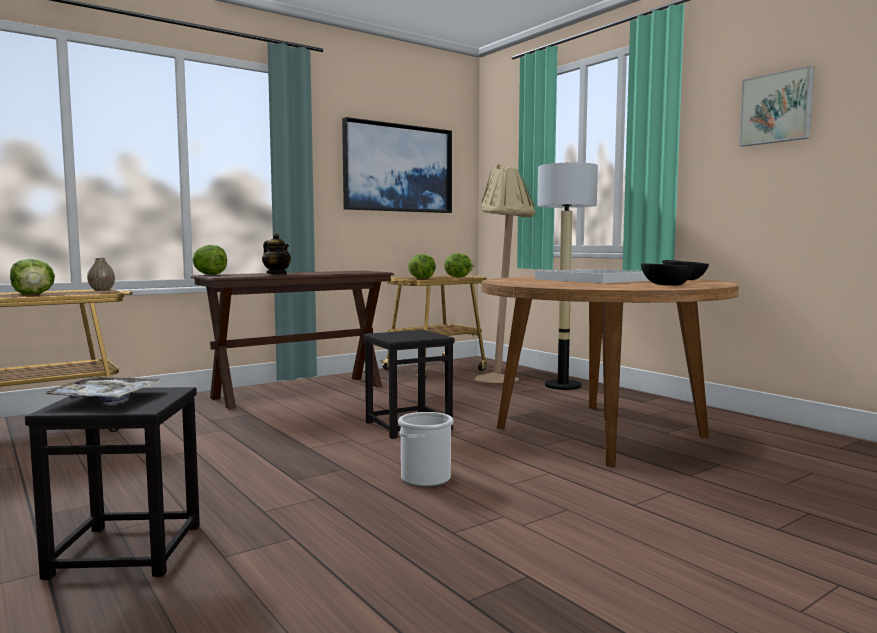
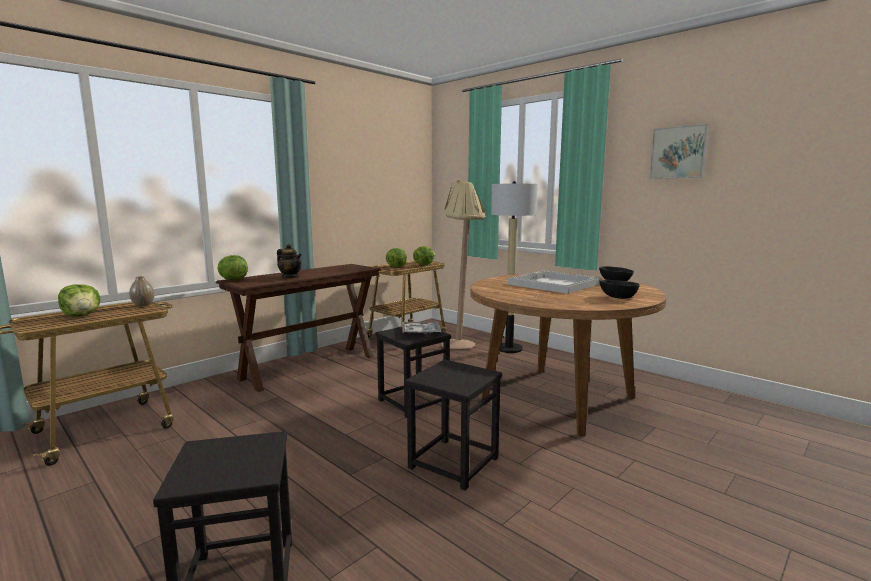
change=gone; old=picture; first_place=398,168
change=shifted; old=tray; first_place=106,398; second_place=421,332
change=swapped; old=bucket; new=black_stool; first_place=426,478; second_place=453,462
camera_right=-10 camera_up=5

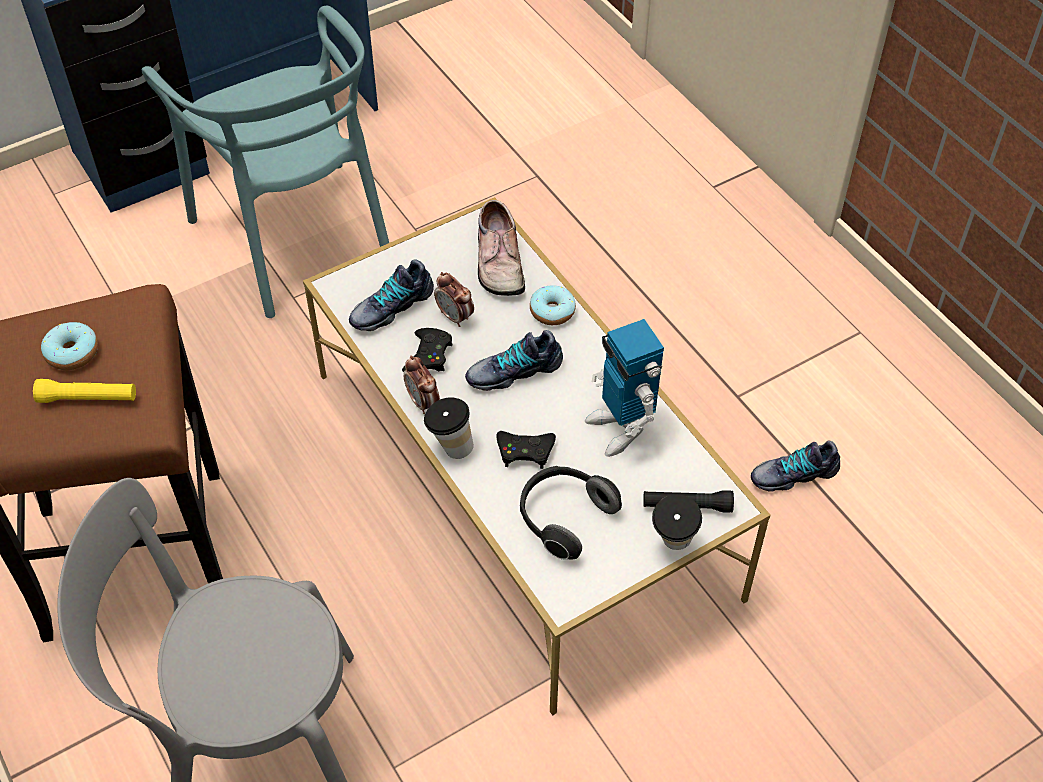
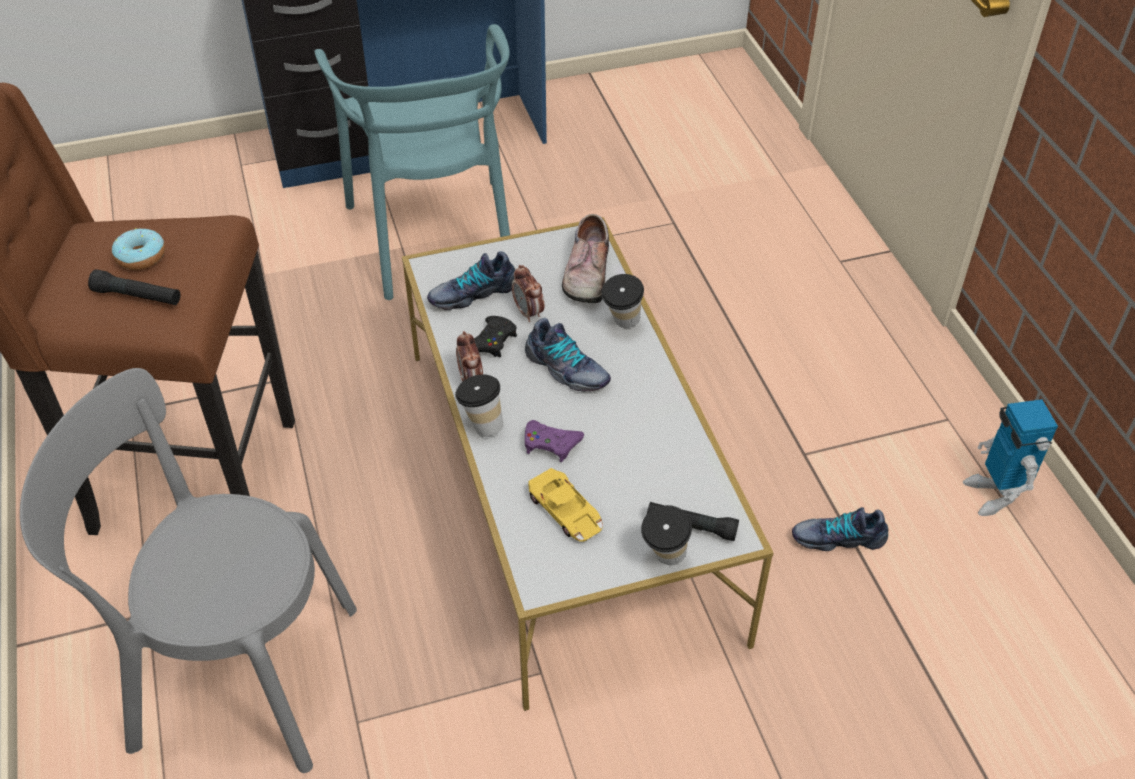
change=swapped; old=donut; new=cup; first_place=552,311; second_place=622,325
change=shifted; old=toy_robot; first_place=620,428; second_place=994,495
change=rotated; old=shoe; first_place=513,370; second_place=566,370; degrees=-135
change=repainted; old=yellow_flashlight; new=black_flashlight; first_place=88,398; second_place=138,297
change=repainted; old=black_game_controller; new=purple_game_controller; first_place=525,451; second_place=551,443
change=swapped; old=headphones; new=yellow_toy_car; first_place=564,518; second_place=566,511
camera_right=15 camera_up=-5

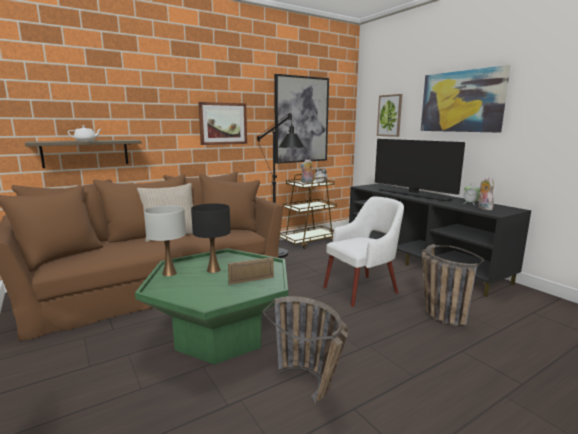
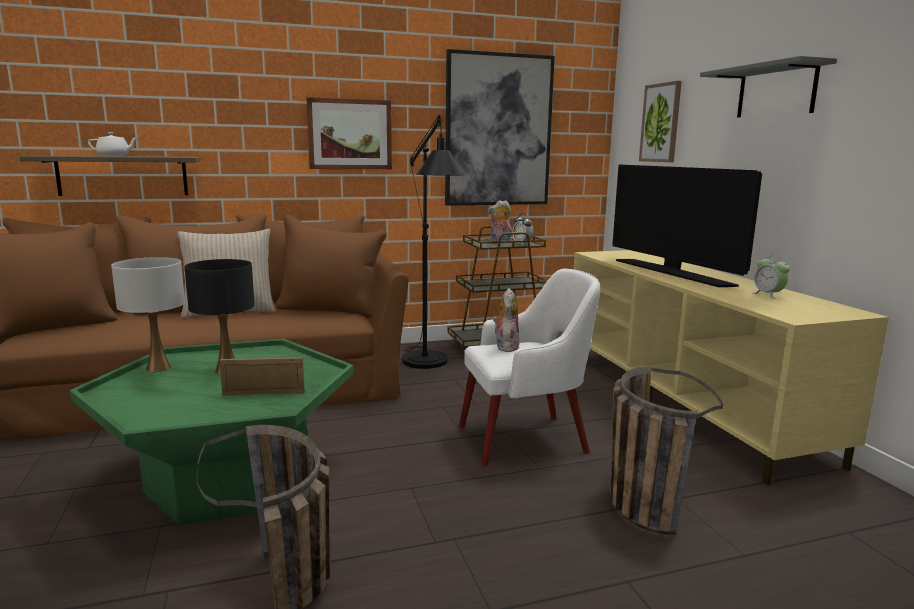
change=swapped; old=picture; new=grey_shelf; first_place=461,101; second_place=776,91
change=shifted; old=plush_toy; first_place=483,208; second_place=505,347
change=repainted; old=black_tv_stand; new=beige_tv_stand; first_place=421,261; second_place=682,401
camera_right=15 camera_up=0

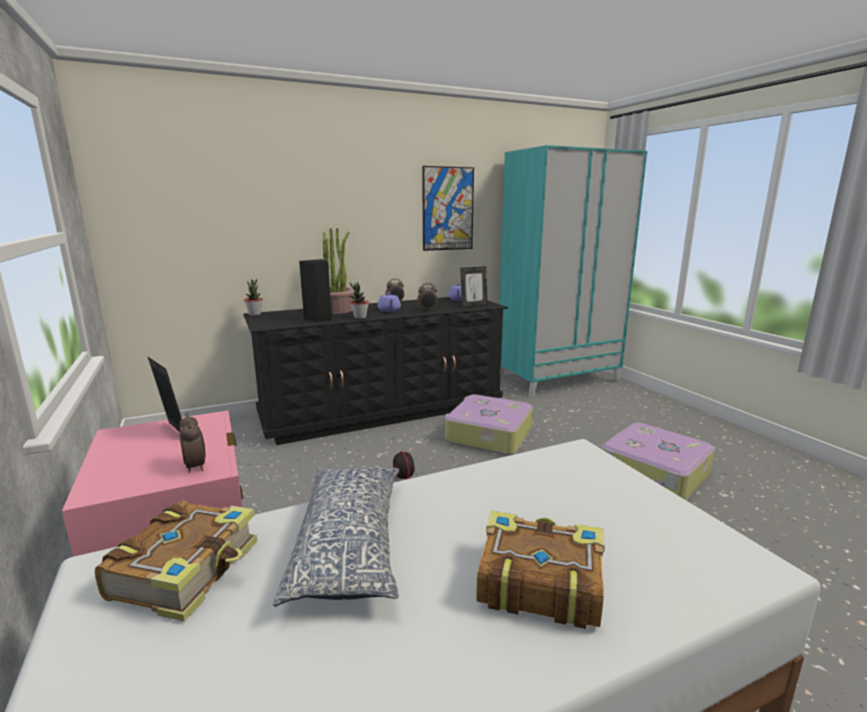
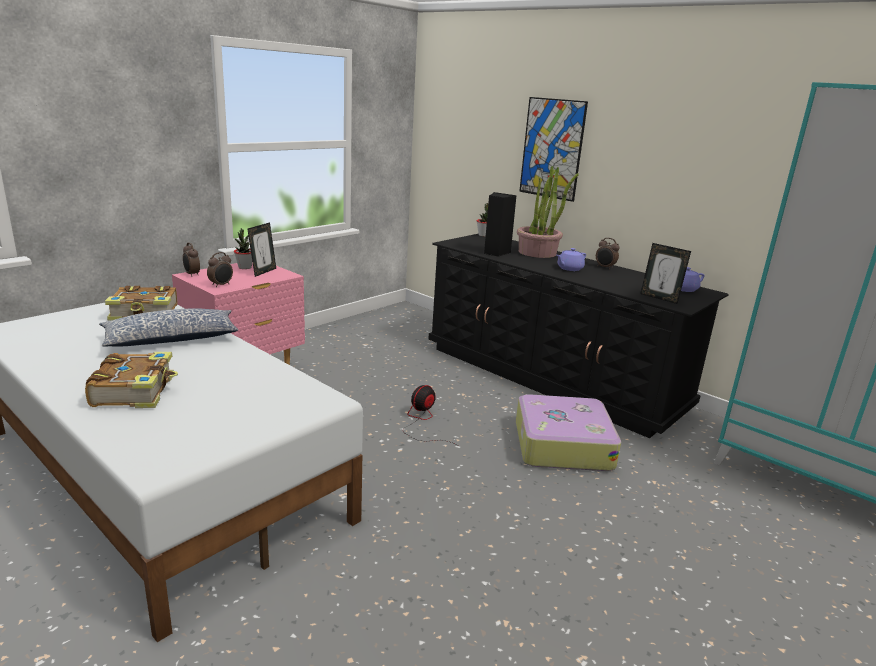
change=shifted; old=picture; first_place=448,209; second_place=552,149
change=shifted; old=potted_plant; first_place=360,317; second_place=245,267
change=shifted; old=alarm_clock; first_place=427,310; second_place=192,274
change=gone; old=suitcase; first_place=654,474
camera_right=65 camera_up=5

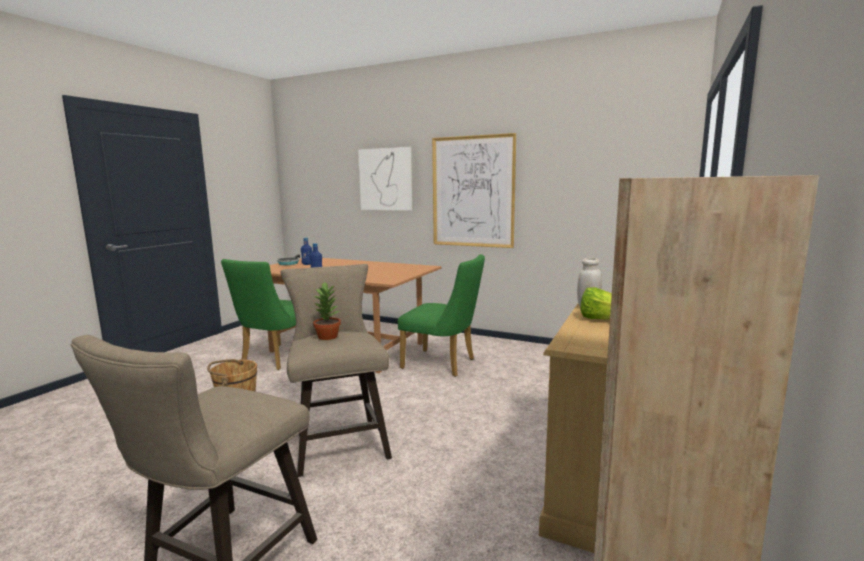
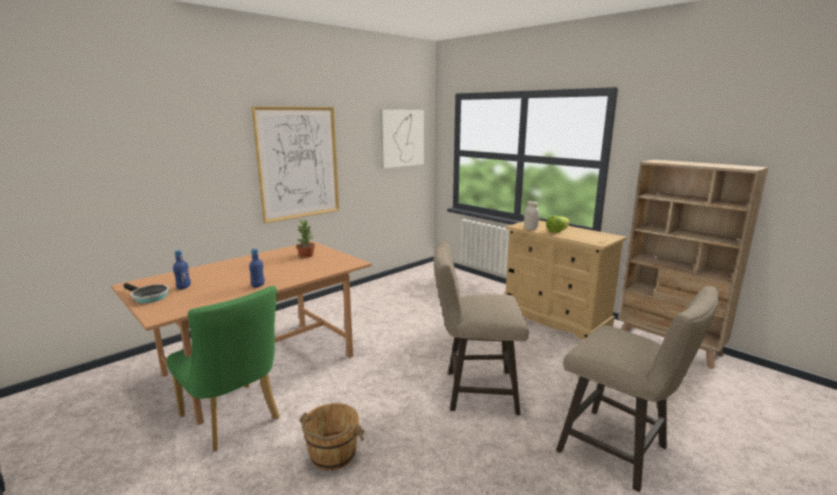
change=shifted; old=picture; first_place=386,179; second_place=402,138
change=gone; old=green_chair; first_place=443,364
change=shifted; old=potted_plant; first_place=328,336; second_place=306,255
camera_right=-70 camera_up=5

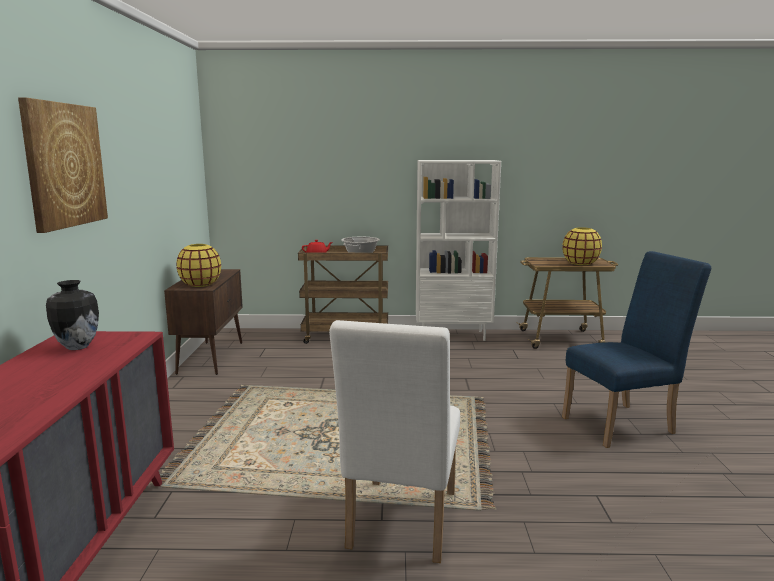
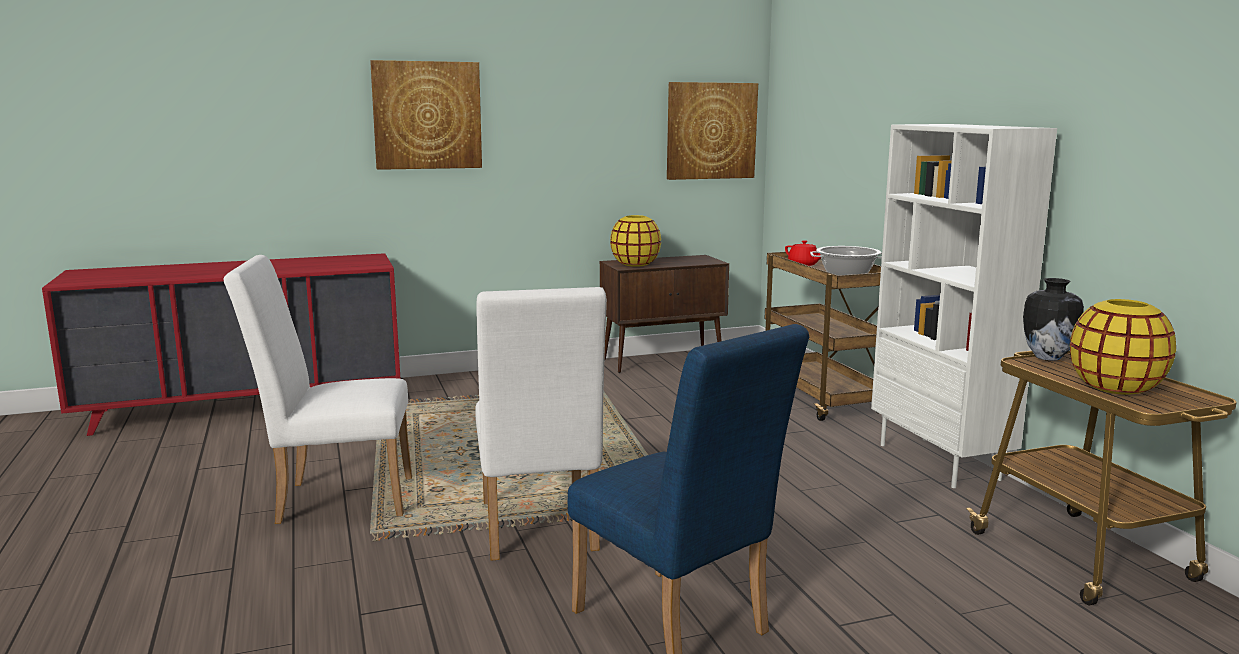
change=shifted; old=vase; first_place=77,347; second_place=1047,357
change=new; new=picture; second_place=711,131
change=new; new=white_chair; second_place=538,531
camera_right=70 camera_up=0

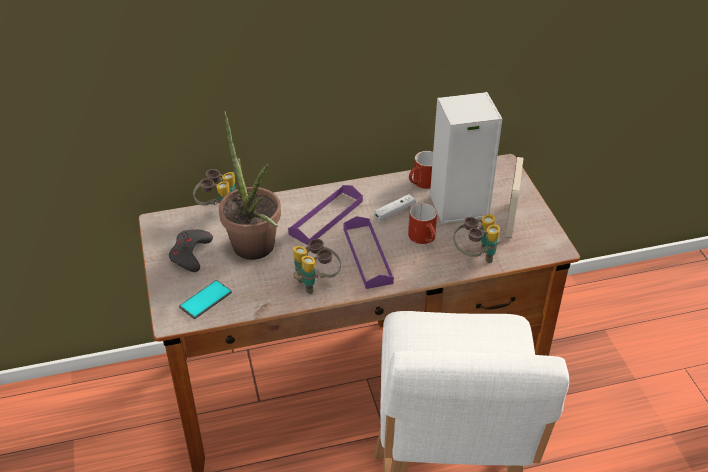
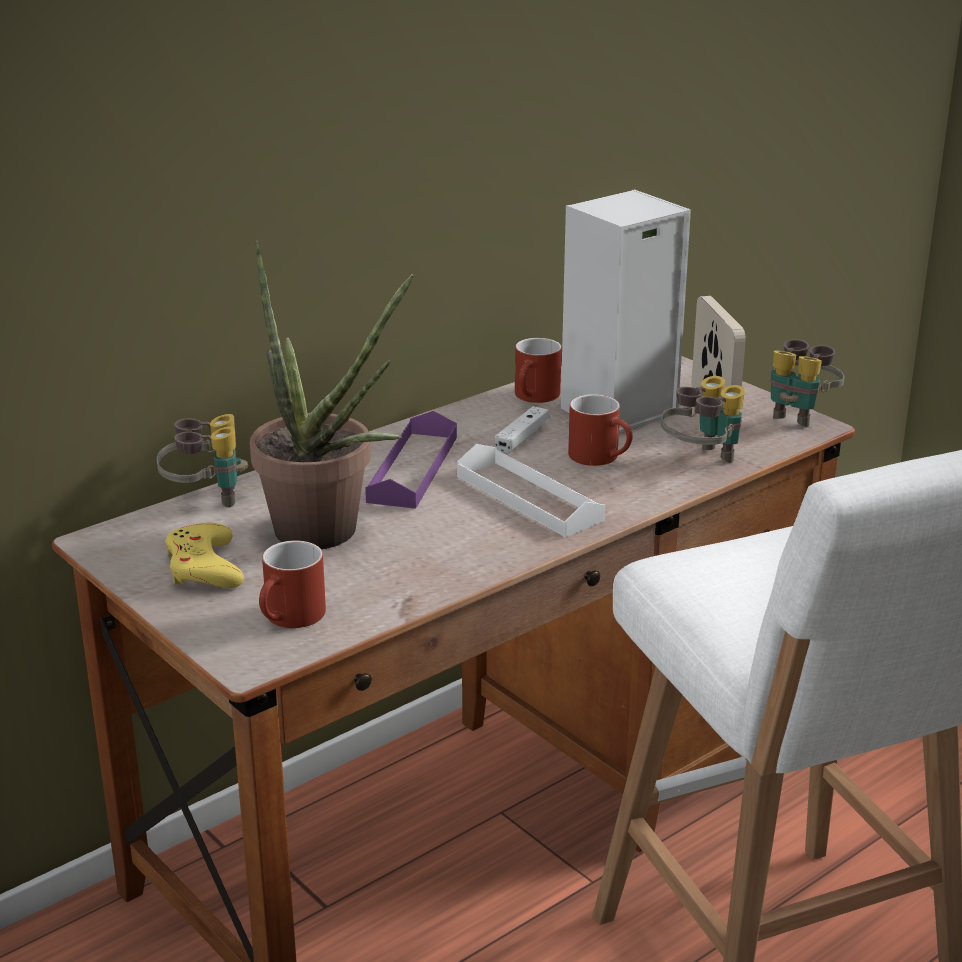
change=repainted; old=purple_tray; new=white_tray; first_place=367,255; second_place=528,498
change=repainted; old=grey_game_controller; new=yellow_game_controller; first_place=190,254; second_place=204,567
change=shifted; old=binoculars; first_place=316,282; second_place=799,415
change=swapped; old=phone; new=red_mug; first_place=205,300; second_place=291,619
camera_right=-25 camera_up=-15

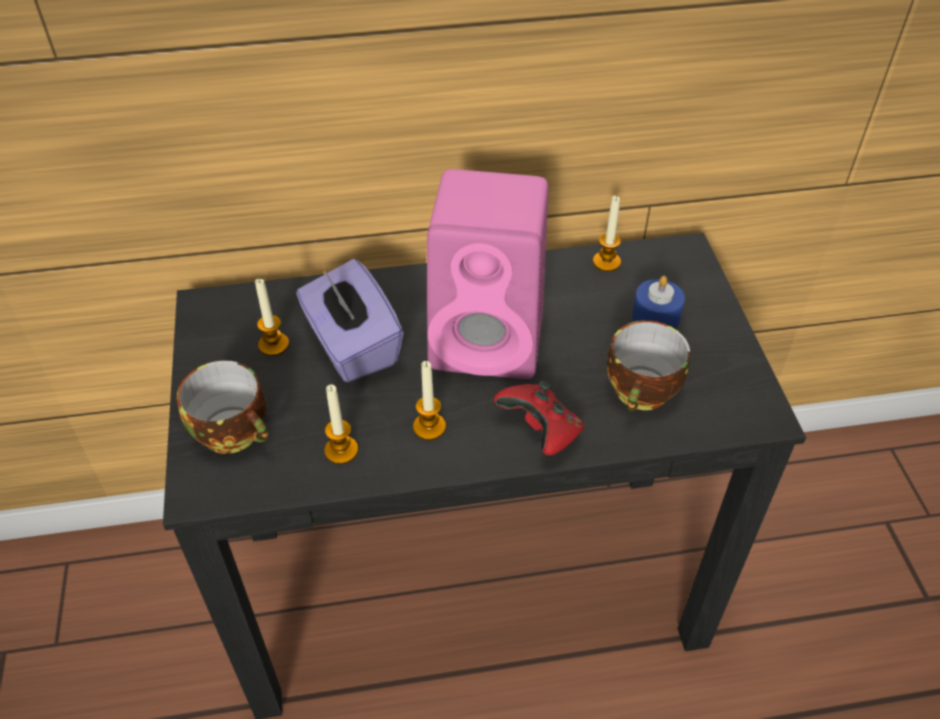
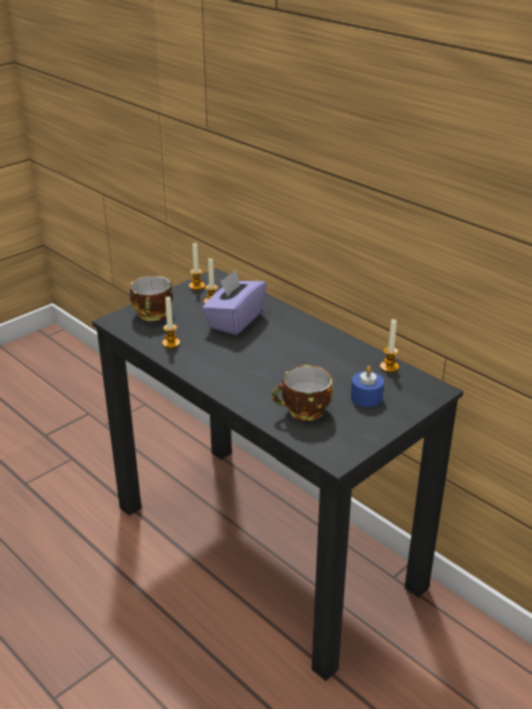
change=gone; old=pink_speaker; first_place=491,341
change=shifted; old=candle; first_place=429,427; second_place=196,286
change=gone; old=red_game_controller; first_place=541,431
camera_right=55 camera_up=-15

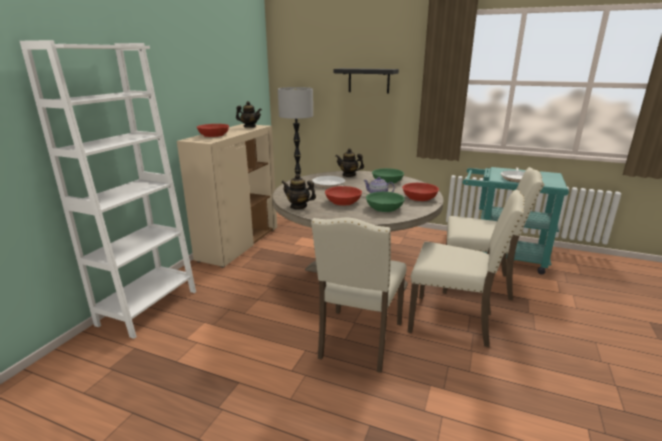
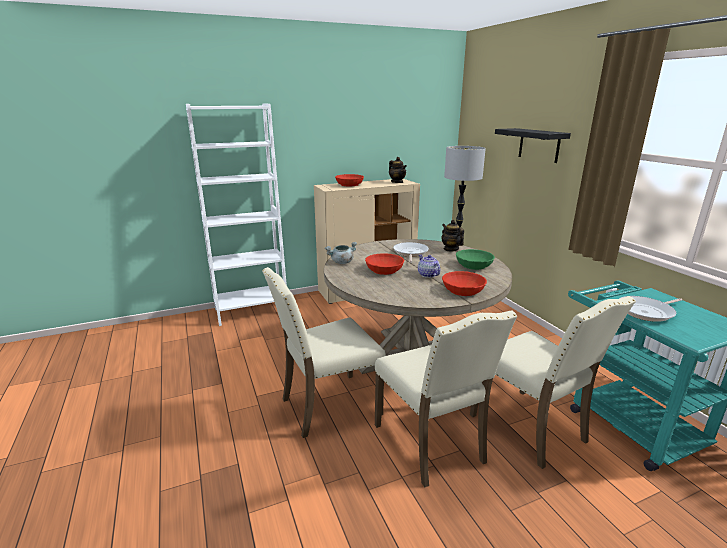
change=swapped; old=teapot; new=grey_cooking_pot; first_place=298,206; second_place=342,262
change=gone; old=green_bowl; first_place=384,207
camera_right=45 camera_up=0

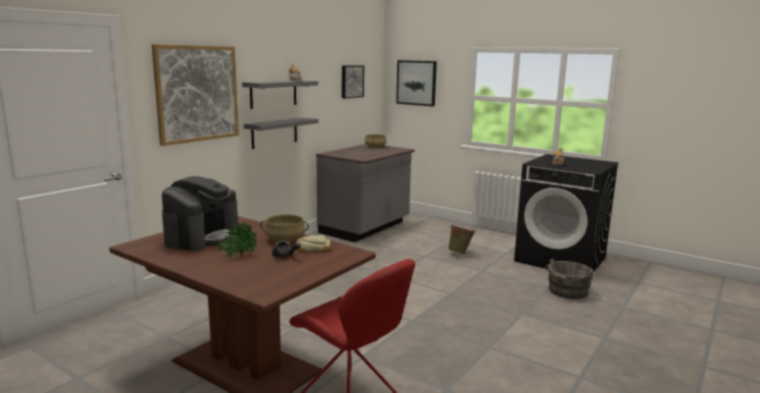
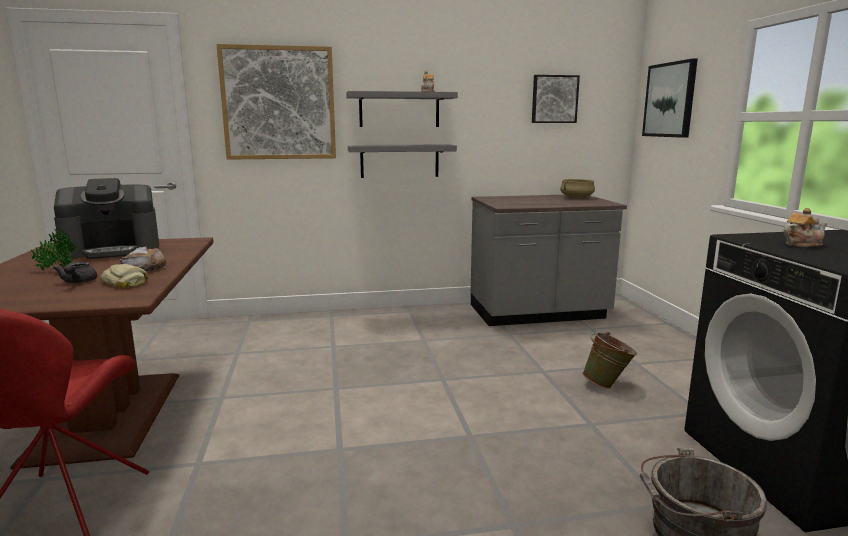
change=swapped; old=beige_cooking_pot; new=bread; first_place=285,239; second_place=144,268
camera_right=45 camera_up=0

